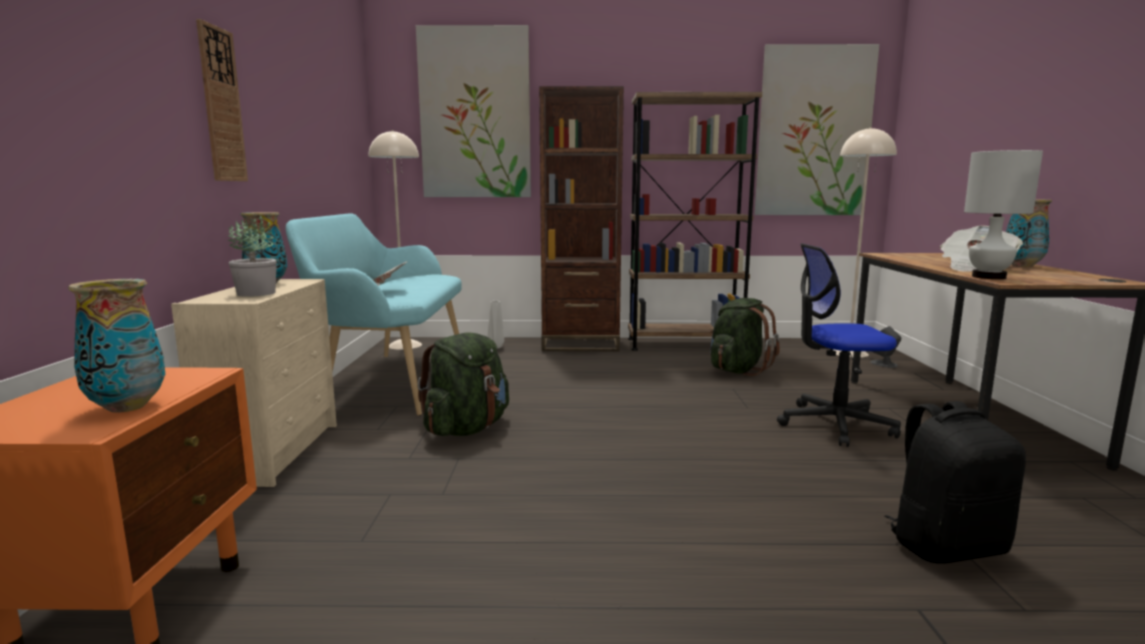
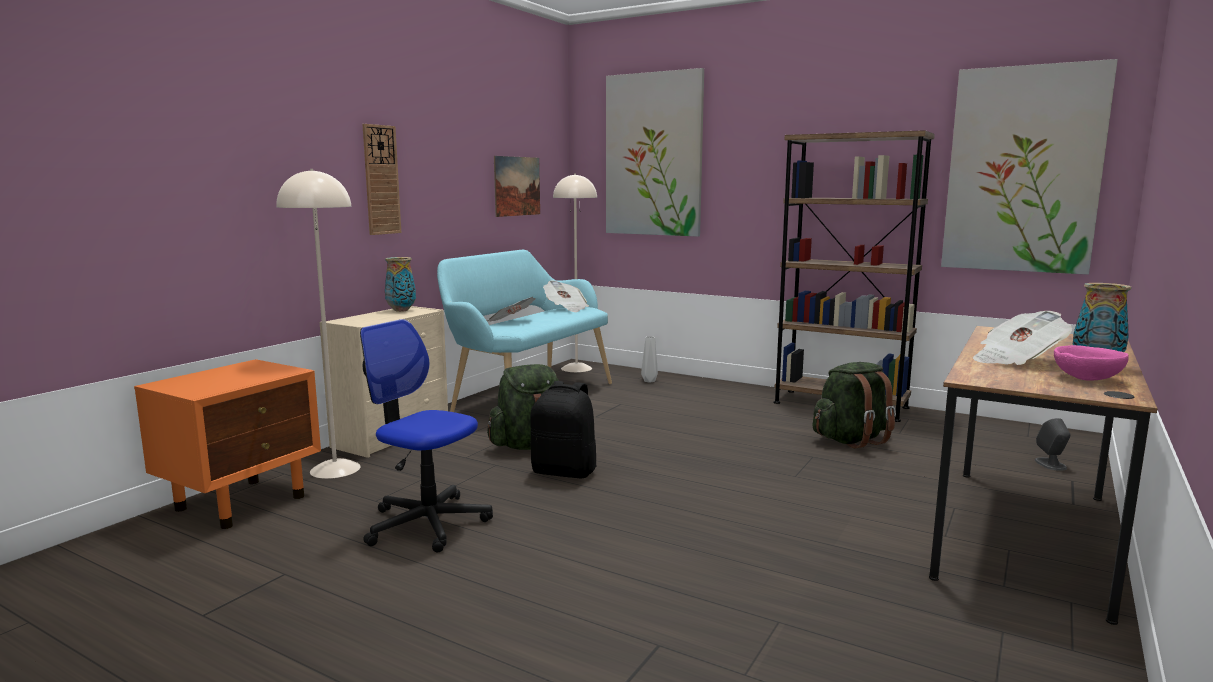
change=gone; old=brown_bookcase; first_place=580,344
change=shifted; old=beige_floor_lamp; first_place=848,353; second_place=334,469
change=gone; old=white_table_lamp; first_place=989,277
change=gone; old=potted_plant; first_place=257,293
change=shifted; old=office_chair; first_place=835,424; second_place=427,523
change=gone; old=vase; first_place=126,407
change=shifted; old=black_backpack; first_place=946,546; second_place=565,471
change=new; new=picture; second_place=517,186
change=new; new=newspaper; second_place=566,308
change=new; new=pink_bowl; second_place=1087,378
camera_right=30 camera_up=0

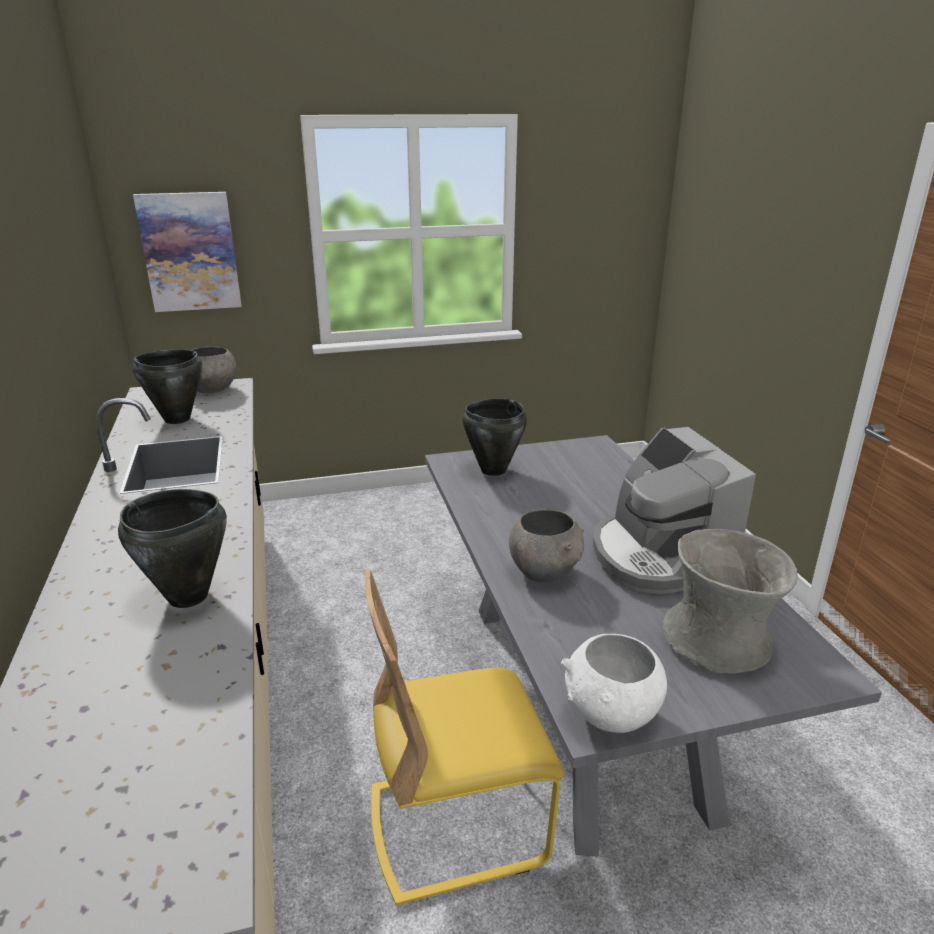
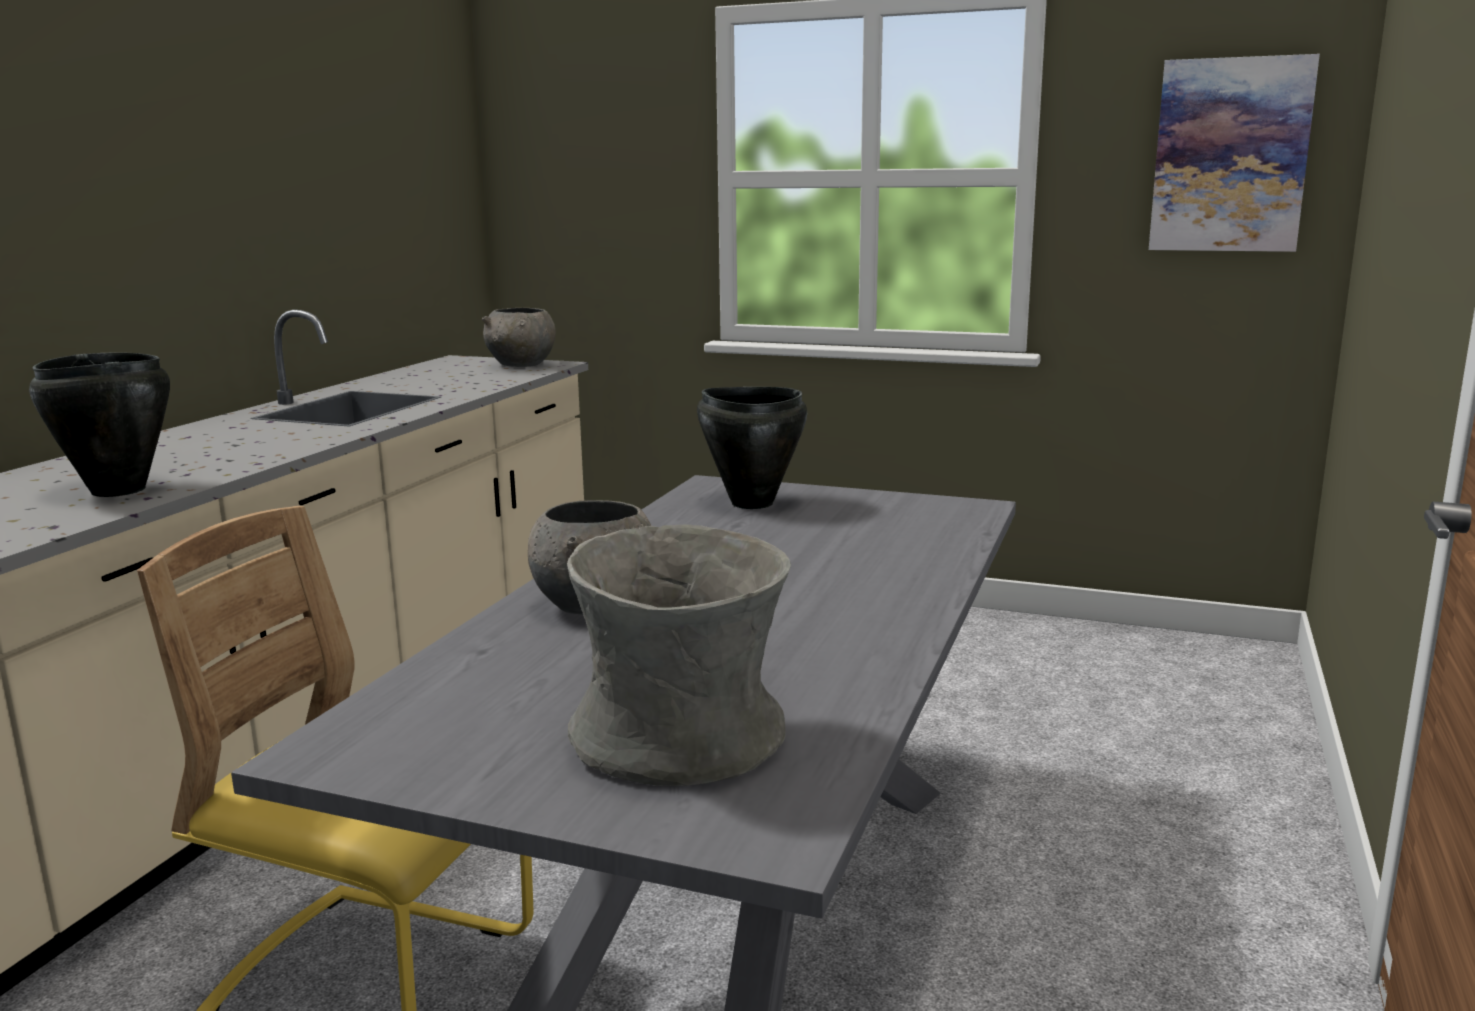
change=shifted; old=picture; first_place=190,252; second_place=1230,156
change=gone; old=black_cooking_pot; first_place=177,419
change=gone; old=coffee_machine; first_place=658,557
change=gone; old=white_bowl; first_place=611,715
camera_right=35 camera_up=-10

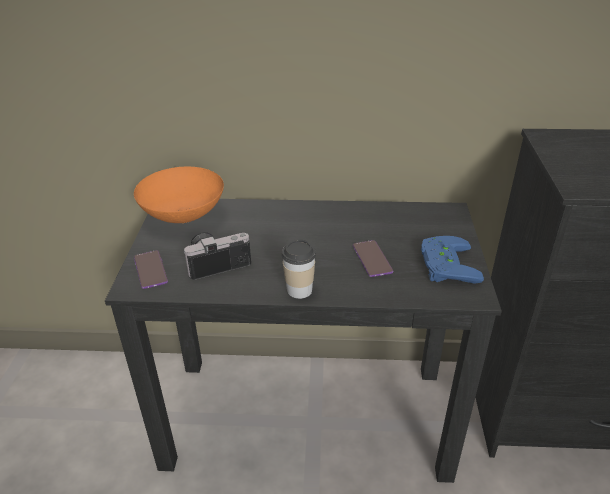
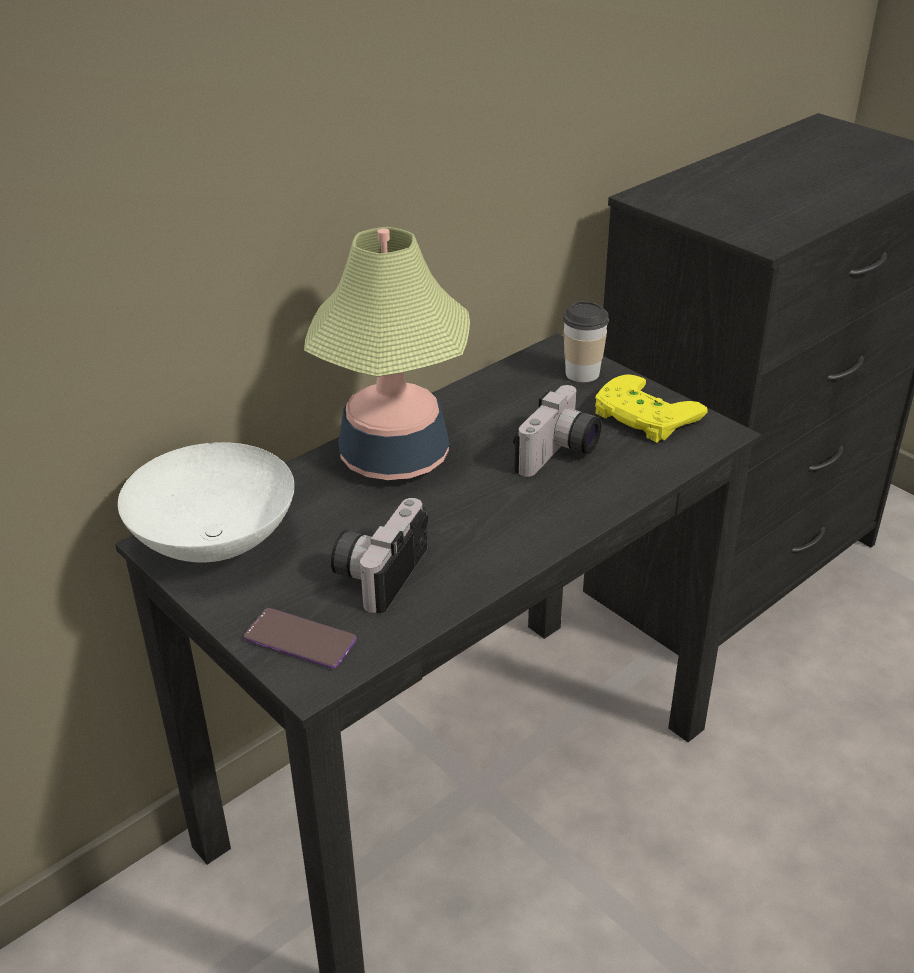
change=repainted; old=orange_bowl; new=white_bowl; first_place=182,216; second_place=213,544
change=repainted; old=blue_game_controller; new=yellow_game_controller; first_place=444,264; second_place=641,417
change=shifted; old=cup; first_place=299,290; second_place=582,373
change=swapped; old=phone; new=photo_camera; first_place=372,259; second_place=560,454
change=new; new=table_lamp; second_place=394,457
camera_right=-45 camera_up=0

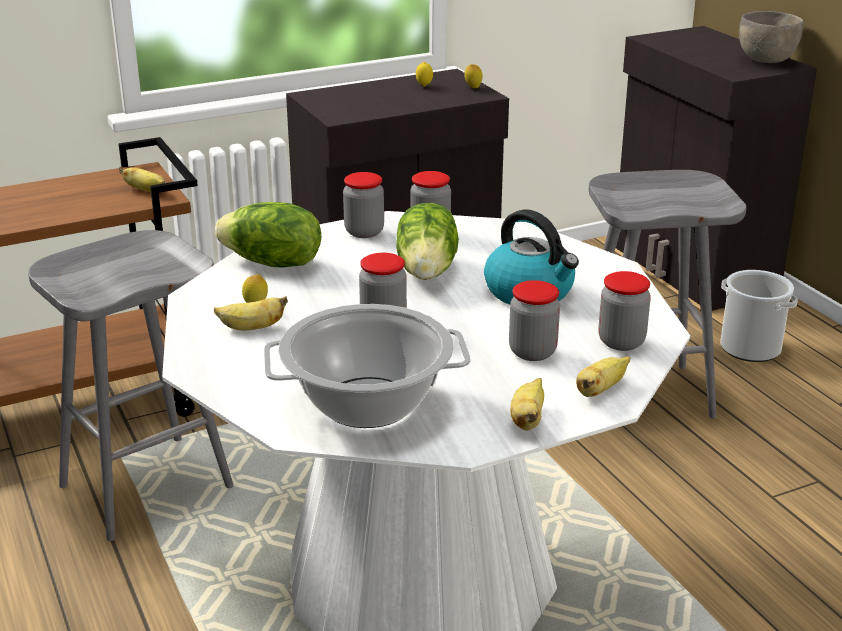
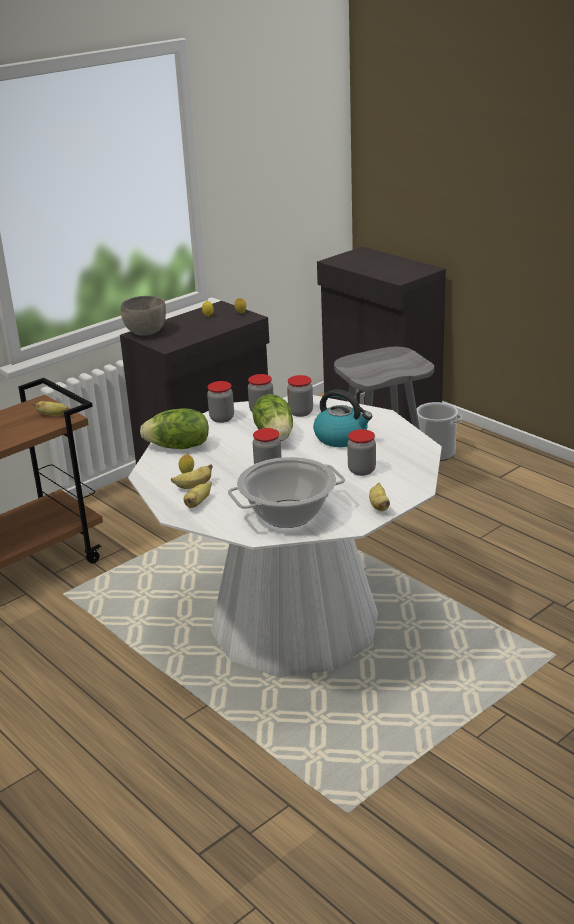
change=shifted; old=grey_bowl; first_place=766,61; second_place=146,333
change=gone; old=grey_stool; first_place=147,485
change=shifted; old=jar; first_place=621,342; second_place=300,412
change=shifted; old=banana; first_place=600,390; second_place=198,503
camera_right=-15 camera_up=0

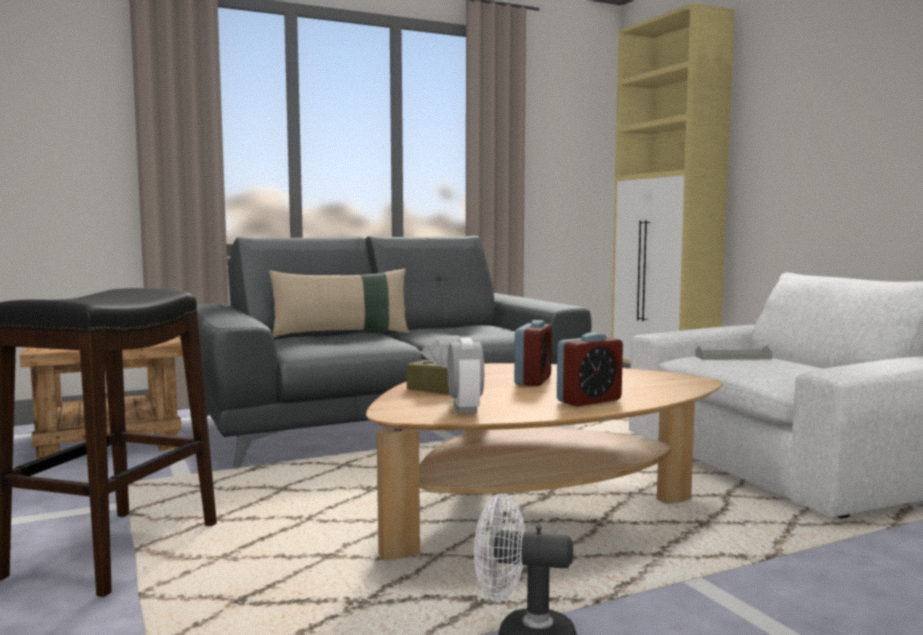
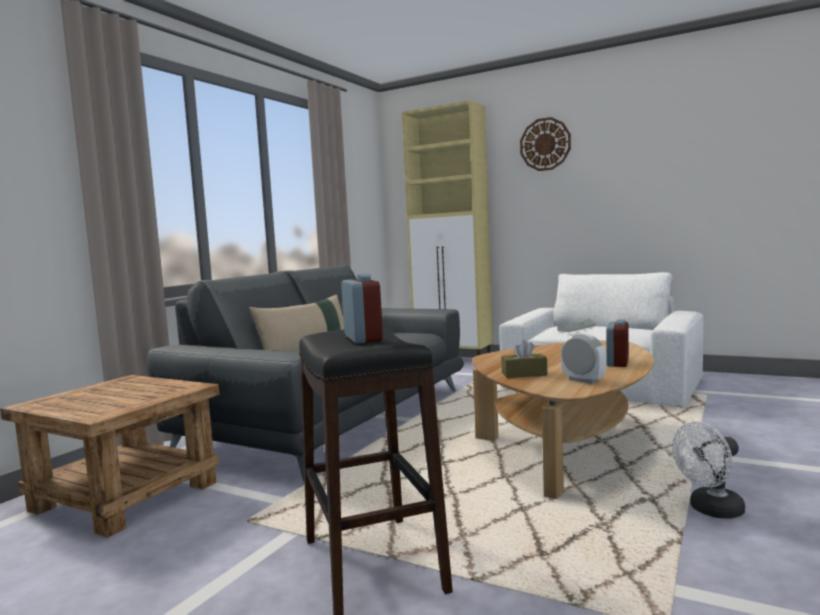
change=shifted; old=alarm_clock; first_place=533,380; second_place=363,338
change=new; new=wall_clock; second_place=545,144
camera_right=-35 camera_up=0

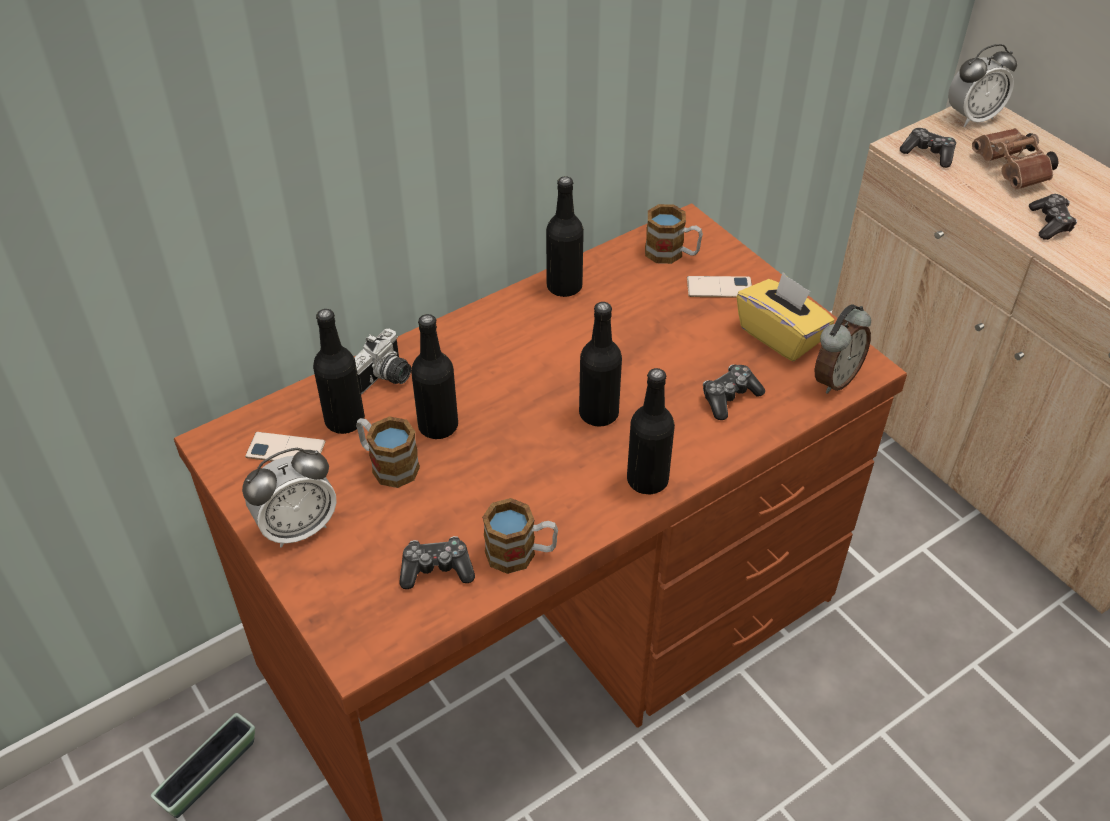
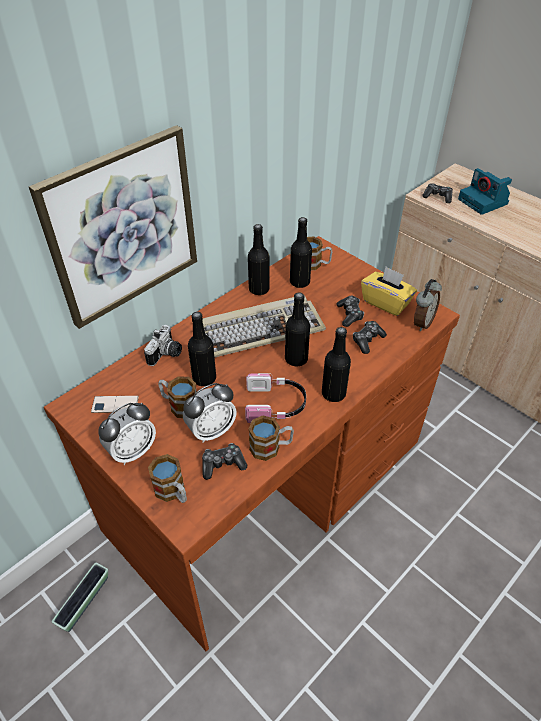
change=shifted; old=alarm_clock; first_place=972,118; second_place=211,430
change=swapped; old=brown_binoculars; new=photo_camera; first_place=1013,172; second_place=484,202
change=shifted; old=game_controller; first_place=1050,223; second_place=350,314
change=gone; old=phone; first_place=719,287
change=shifted; old=black_bottle; first_place=345,421; second_place=299,282
change=new; new=picture; second_place=123,228
change=new; new=keyboard; second_place=259,329
change=new; new=headphones; second_place=275,405
change=new; new=mug; second_place=173,492
camera_right=-10 camera_up=0

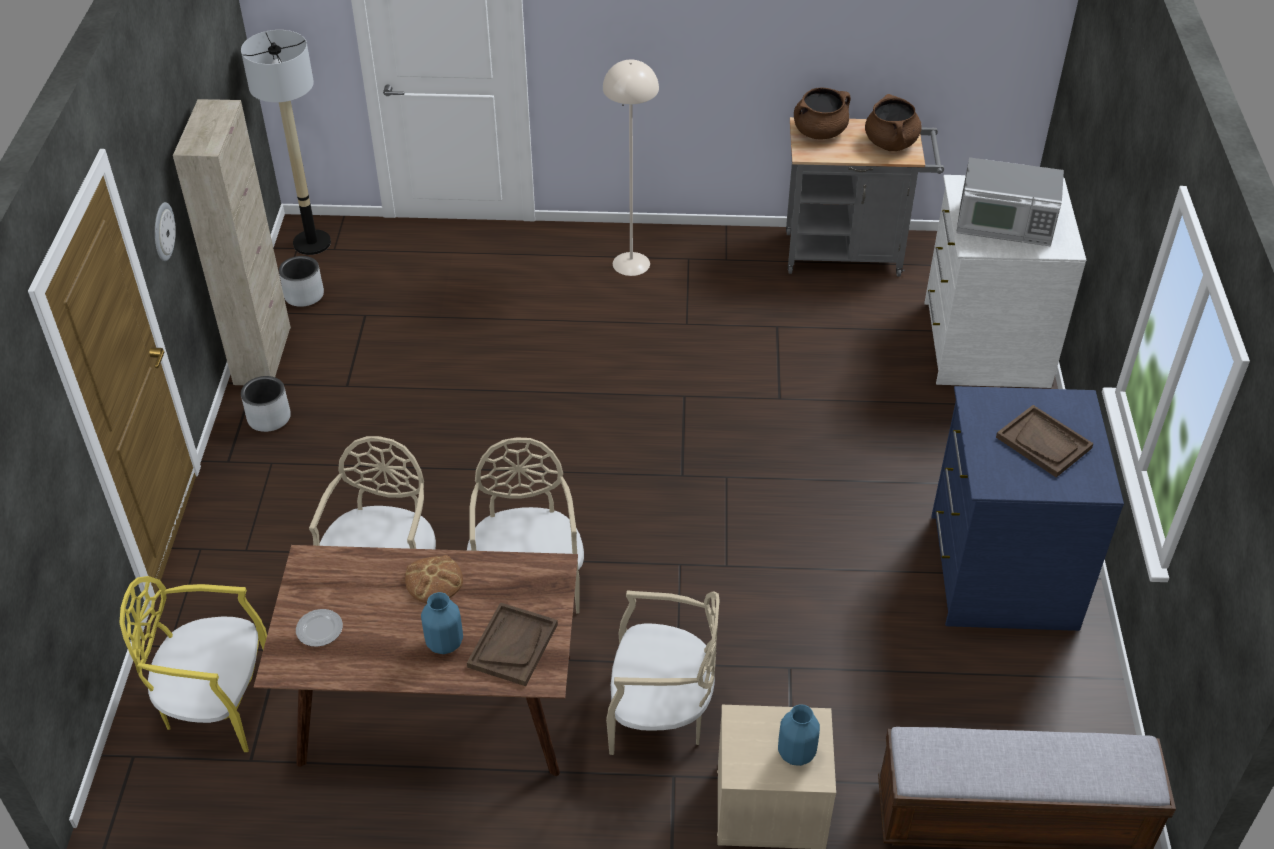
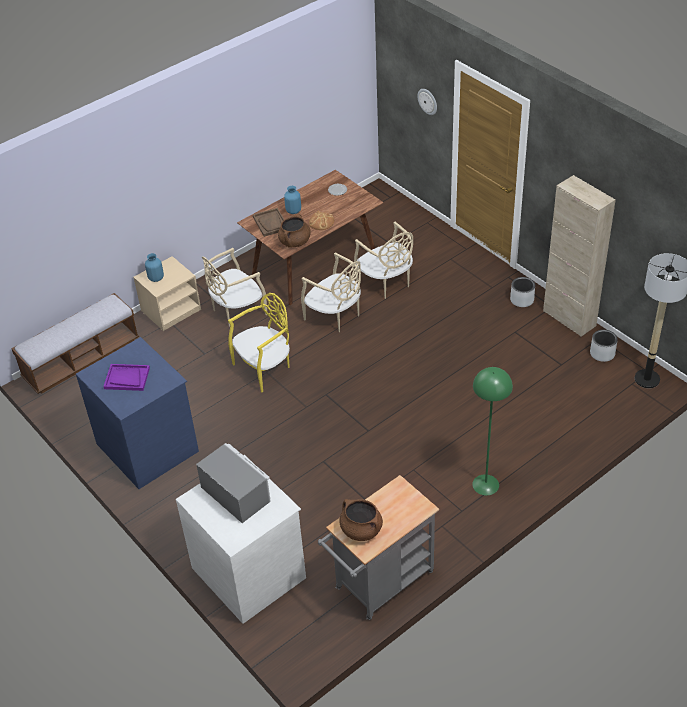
change=repainted; old=beige_floor_lamp; new=green_floor_lamp; first_place=631,263; second_place=486,485
change=shifted; old=brown_cooking_pot; first_place=819,132; second_place=295,242
change=rotated; old=microwave; first_place=1005,224; second_place=236,493; degrees=75
change=shifted; old=wall_clock; first_place=162,231; second_place=428,101
change=repainted; old=brown_tray; new=purple_tray; first_place=1044,443; second_place=127,378
change=shifted; old=yellow_chair; first_place=216,704; second_place=264,368
camera_right=140 camera_up=0

